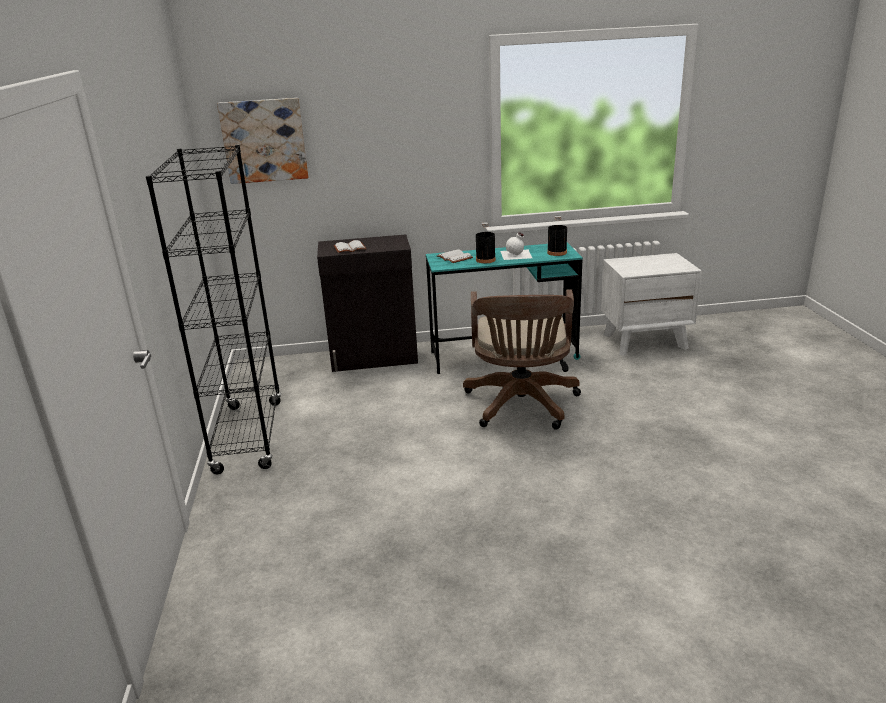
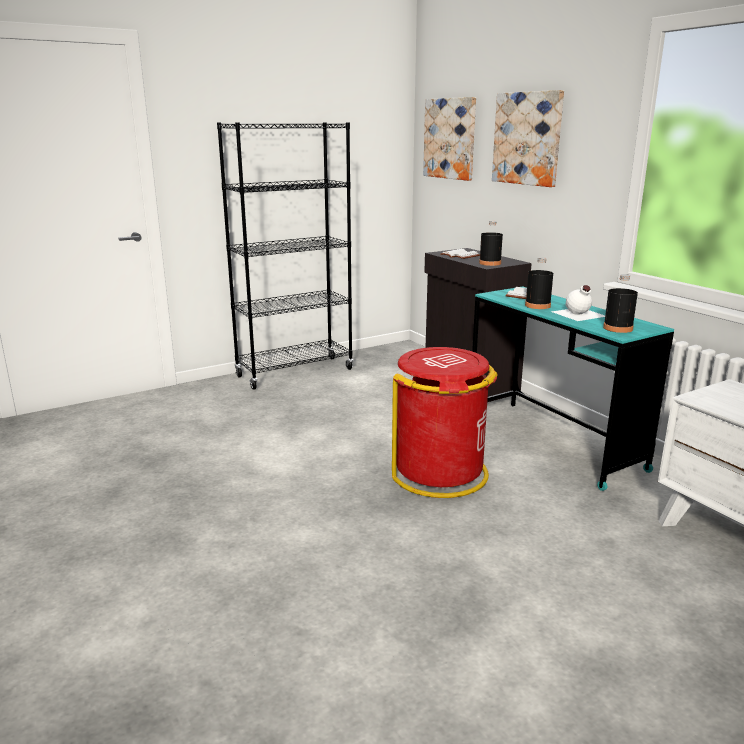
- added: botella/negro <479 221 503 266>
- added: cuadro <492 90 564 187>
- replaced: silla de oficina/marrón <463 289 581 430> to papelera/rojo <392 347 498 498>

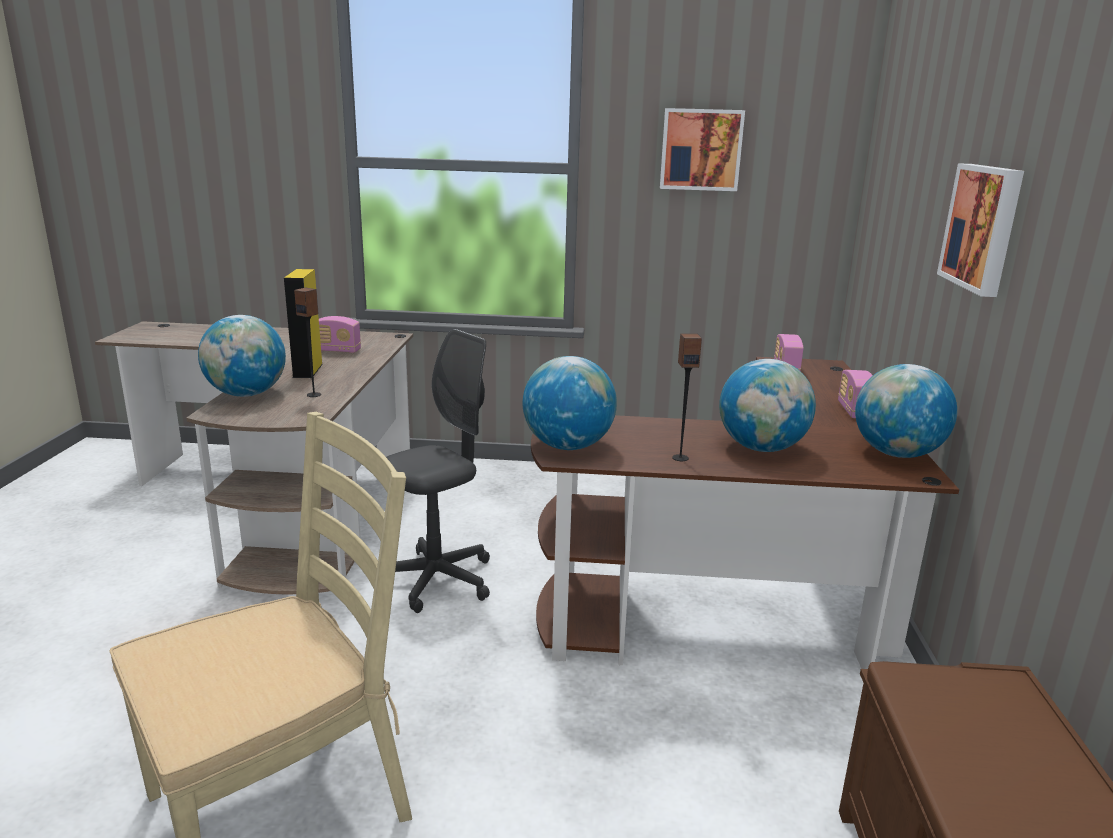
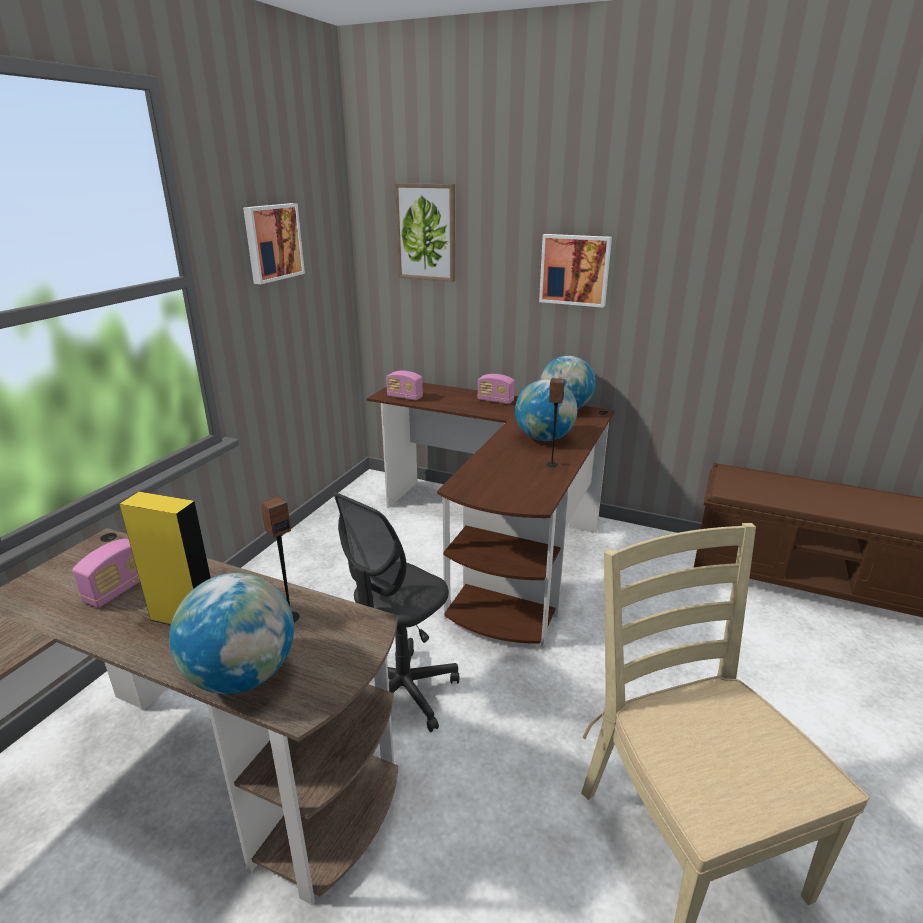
- removed: globo terráqueo <523 356 617 450>
- added: cuadro <394 183 455 282>
- turned: silla de oficina/gris <386 329 490 613> = <333 492 459 732> 120 degrees counterclockwise

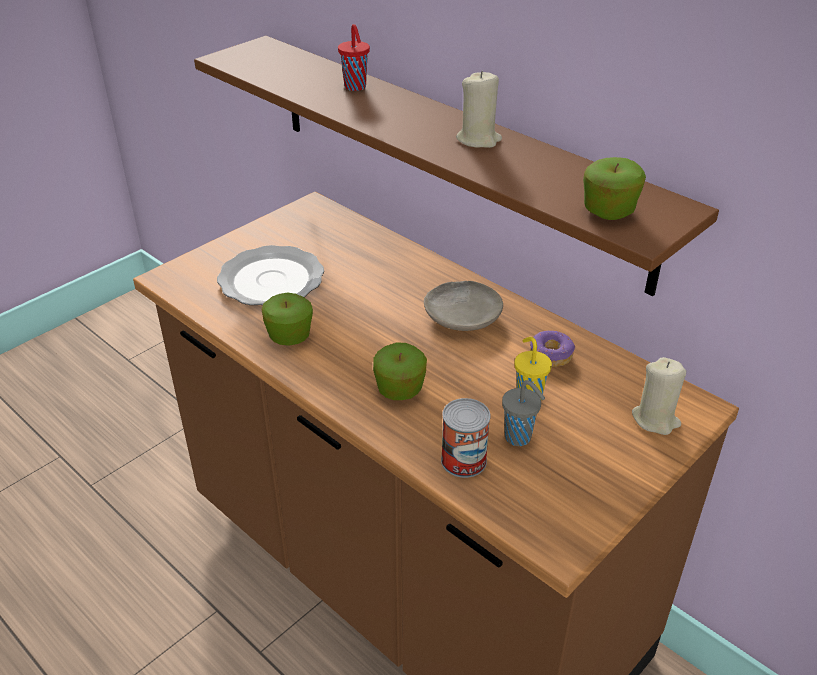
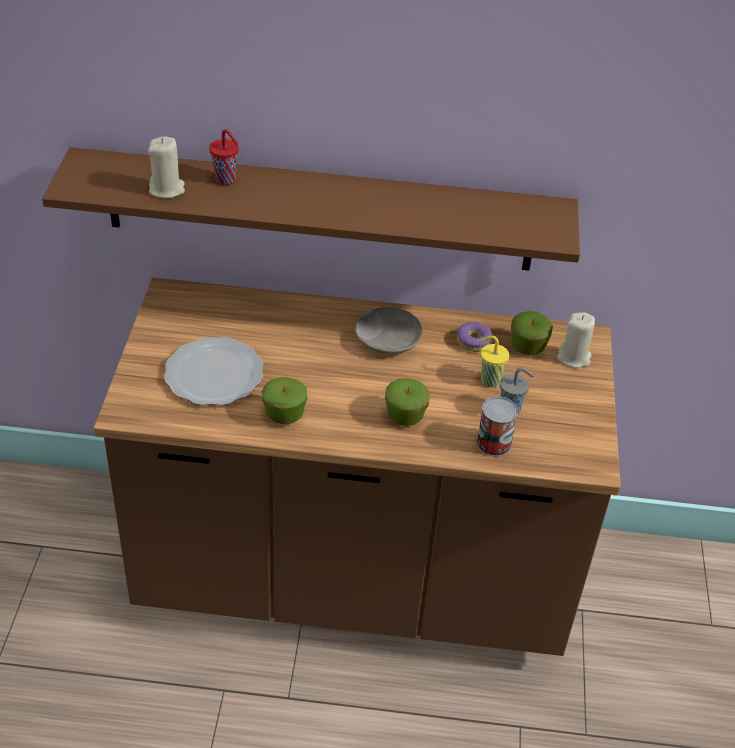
- moved: vela/beis <456 71 502 148> to <148 136 185 199>
- moved: manzana <583 157 646 220> to <511 311 553 355>

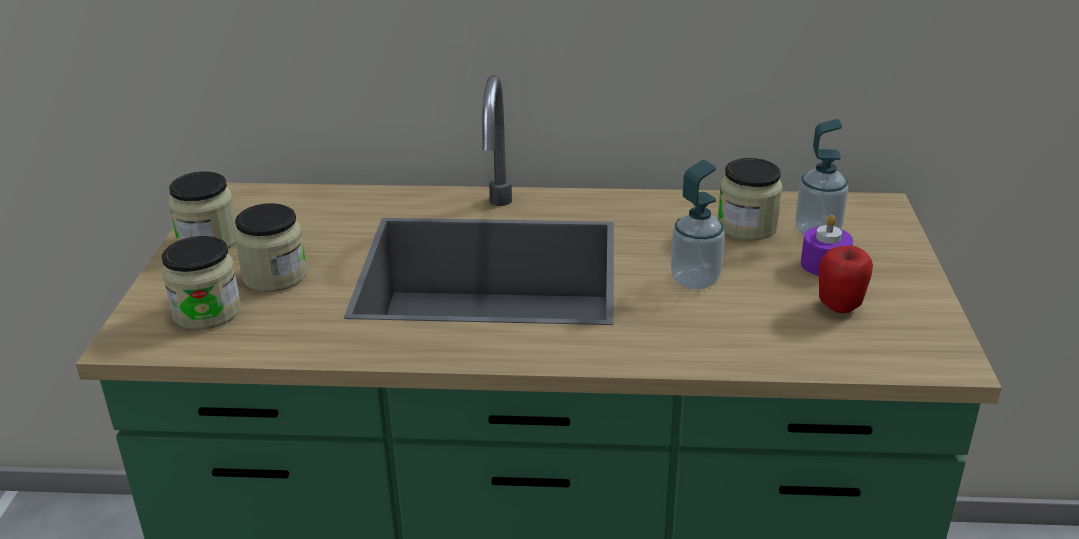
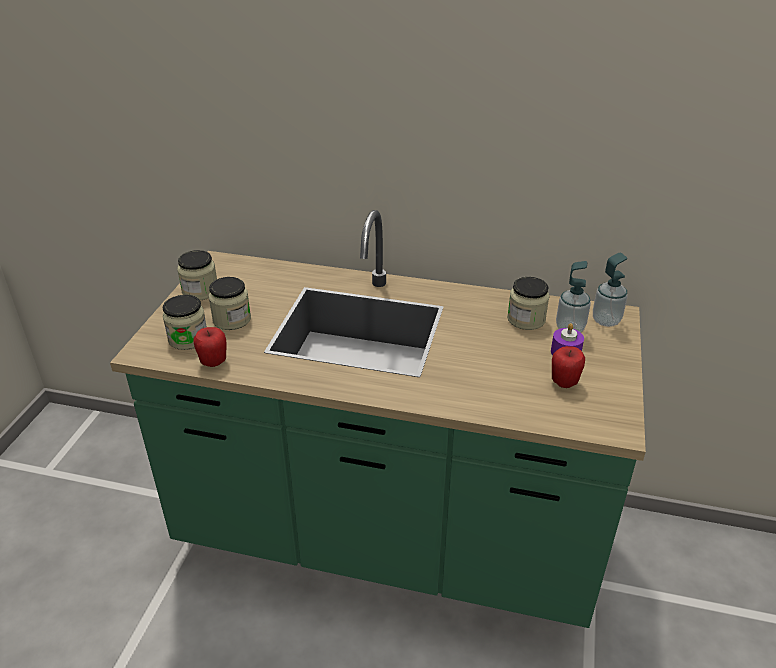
- added: manzana <194 327 226 367>
- moved: dispensador de jabón <671 160 725 290> to <593 253 628 327>

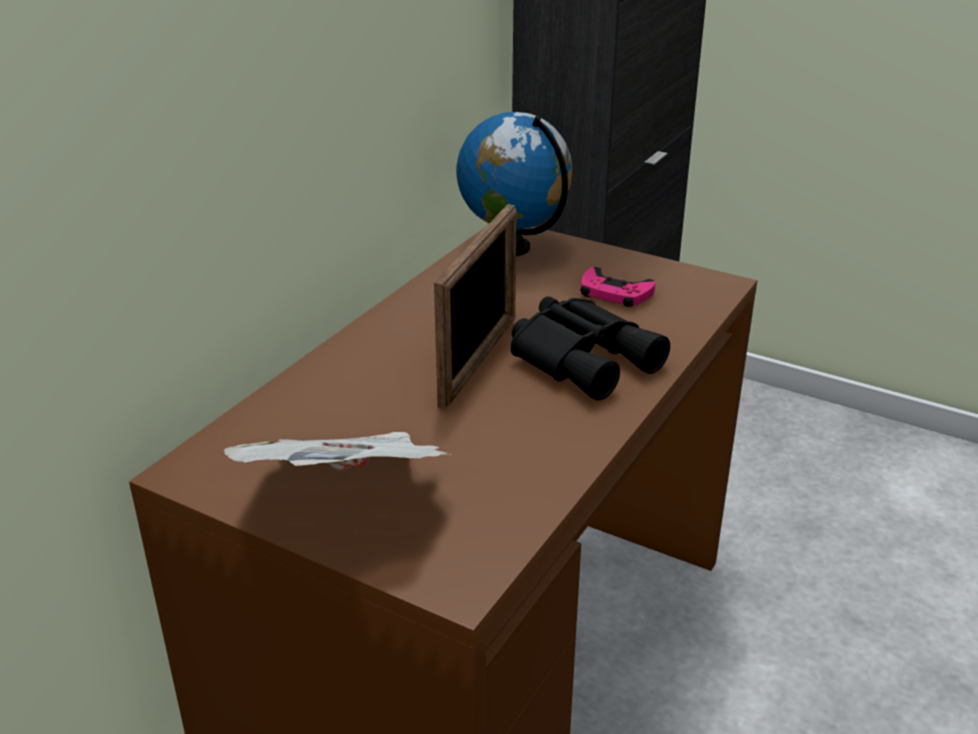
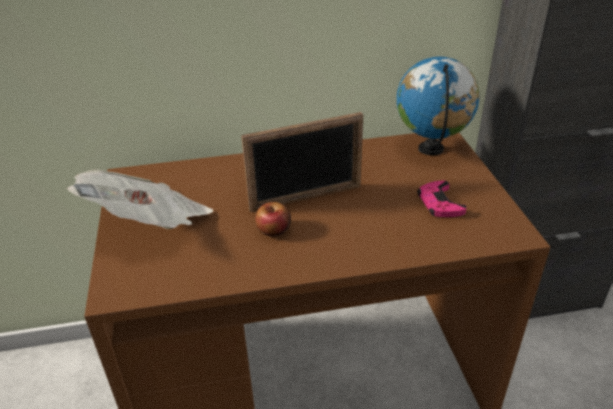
- removed: prismáticos/negro <511 296 670 400>
- added: manzana <255 202 291 236>

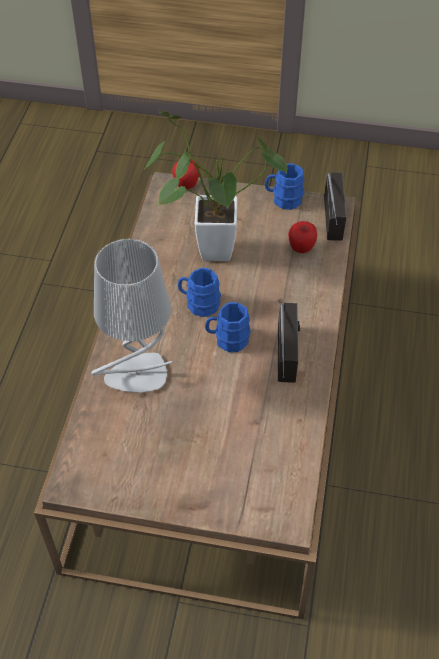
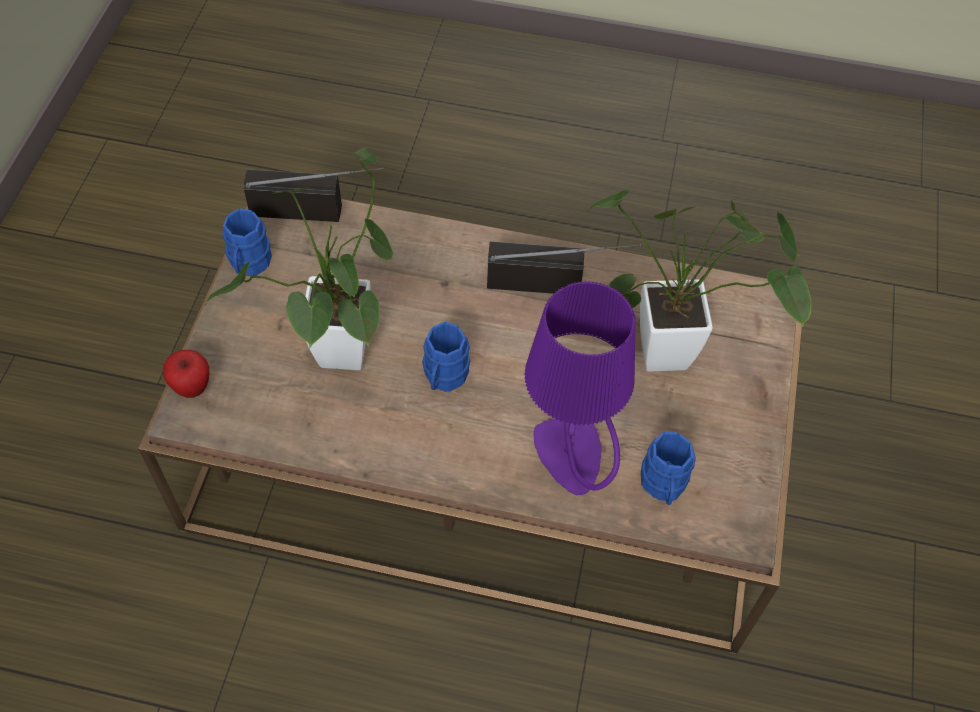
- removed: manzana <288 221 317 253>
- added: planta en maceta <585 190 811 372>
- moved: taza grande/azul <205 302 251 352> to <641 432 696 505>
- recoloured: lámpara de mesa/gris <91 239 173 393> to lámpara de mesa/morado <524 281 636 495>

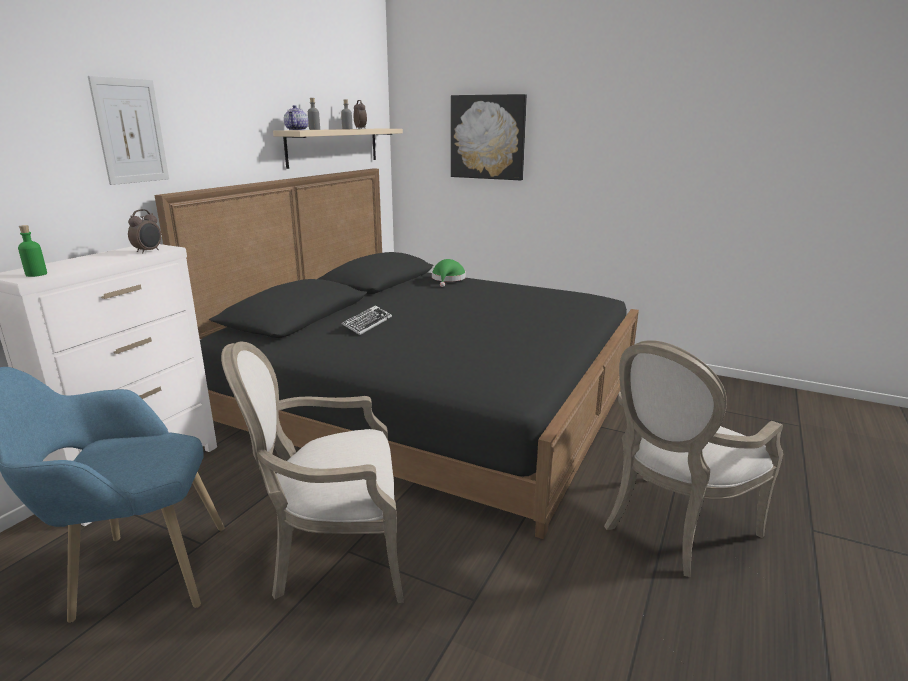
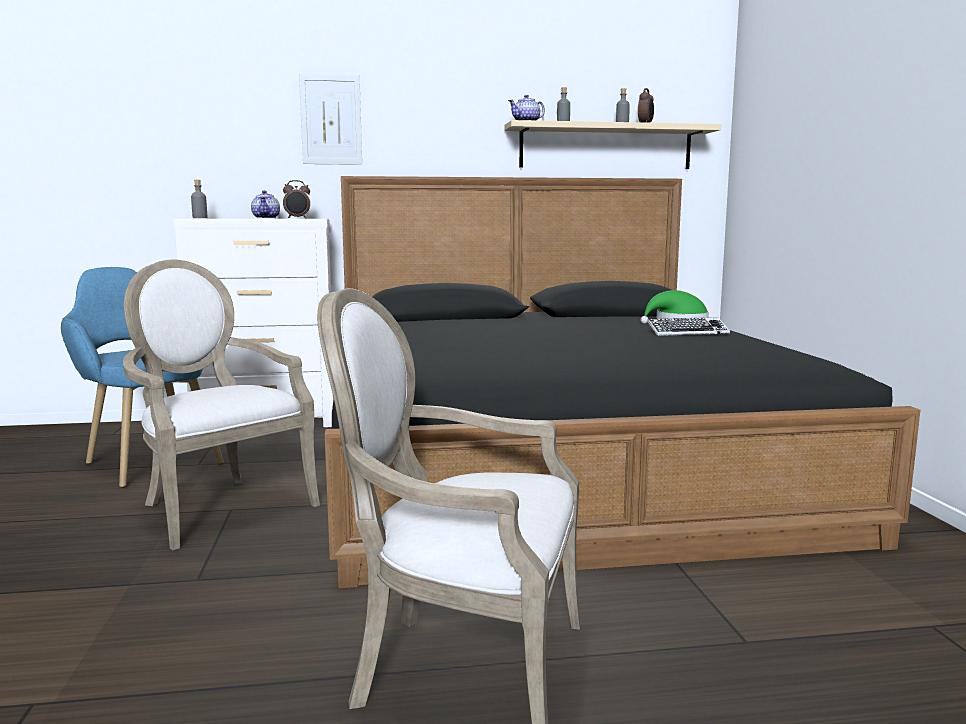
- removed: cuadro <451 94 527 180>
- added: tetera <251 190 280 218>
- moved: teclado <342 305 392 335> to <647 318 730 336>
- recoloured: botella/verde <18 225 47 277> to botella/gris <191 180 207 218>

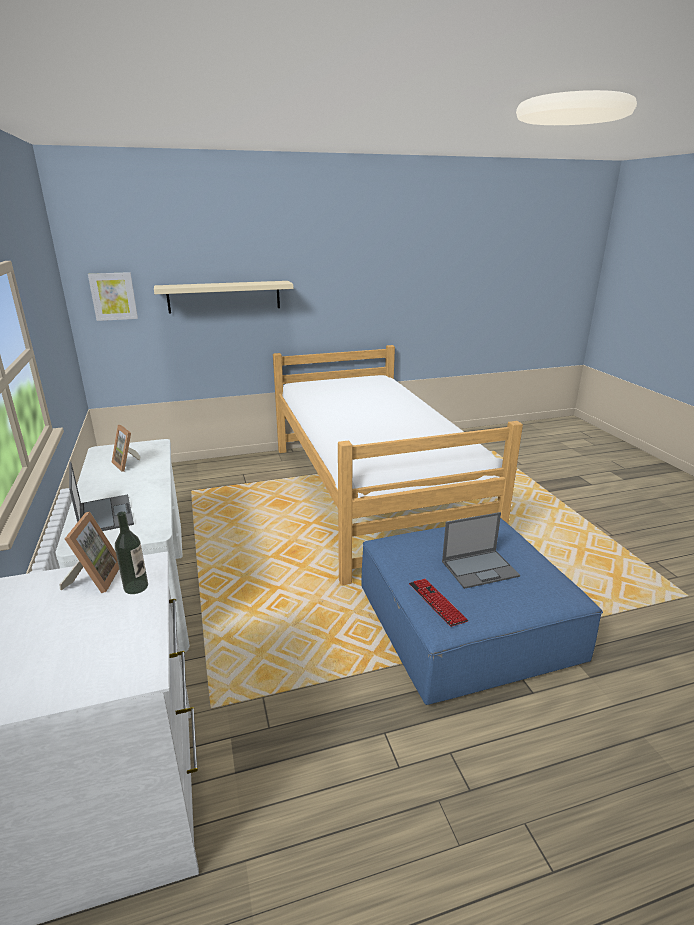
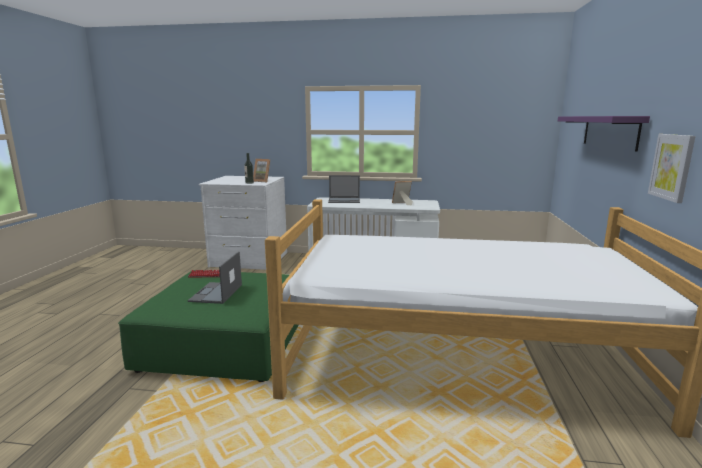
- moved: cuadro <88 272 138 321> to <648 134 695 203>
- recoloured: estante/beis <154 281 293 313> to estante/morado <558 116 650 152>
- recoloured: puf/azul <361 518 603 705> to puf/verde <118 270 298 382>

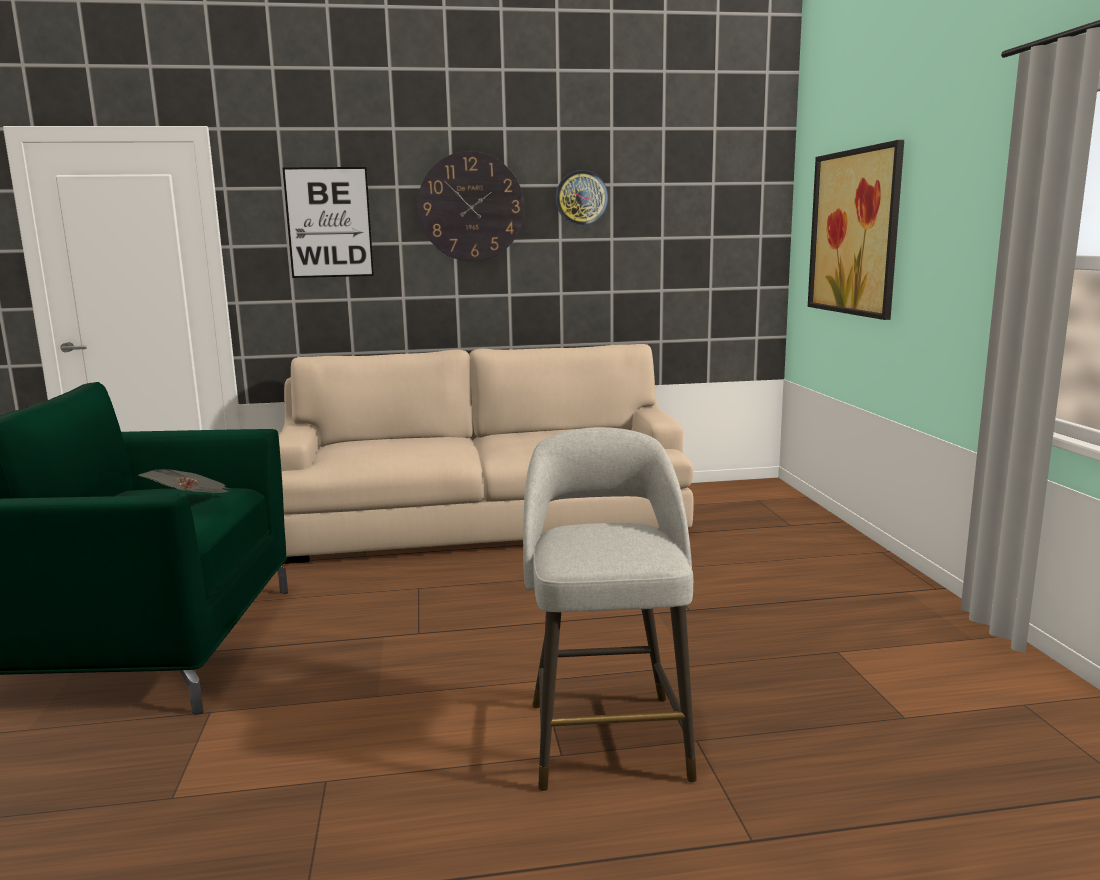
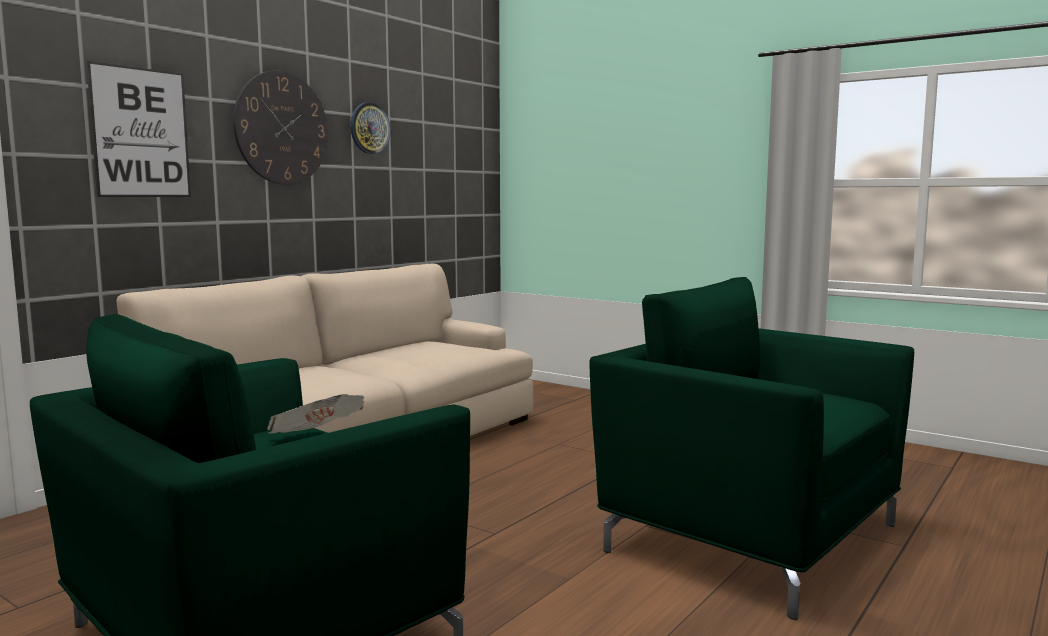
- removed: cuadro <808 140 904 320>
- replaced: taburete/gris <523 427 697 791> to sillón/verde <589 277 914 620>

